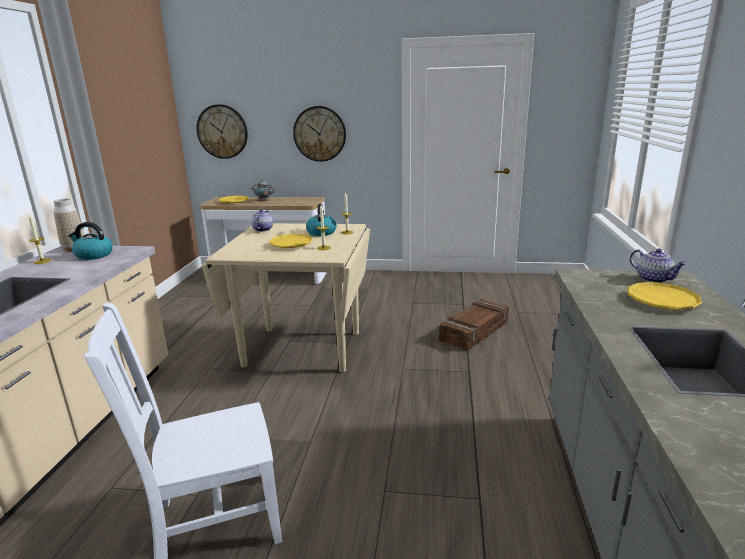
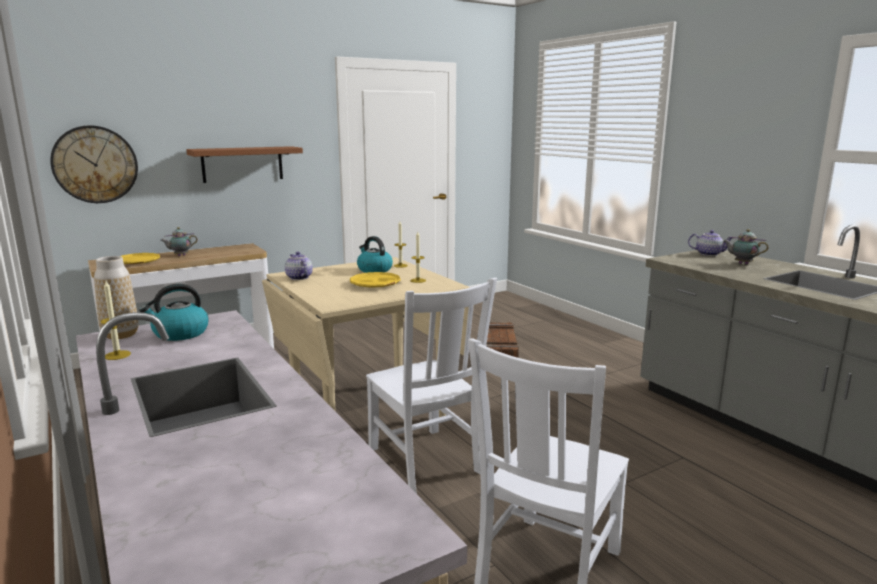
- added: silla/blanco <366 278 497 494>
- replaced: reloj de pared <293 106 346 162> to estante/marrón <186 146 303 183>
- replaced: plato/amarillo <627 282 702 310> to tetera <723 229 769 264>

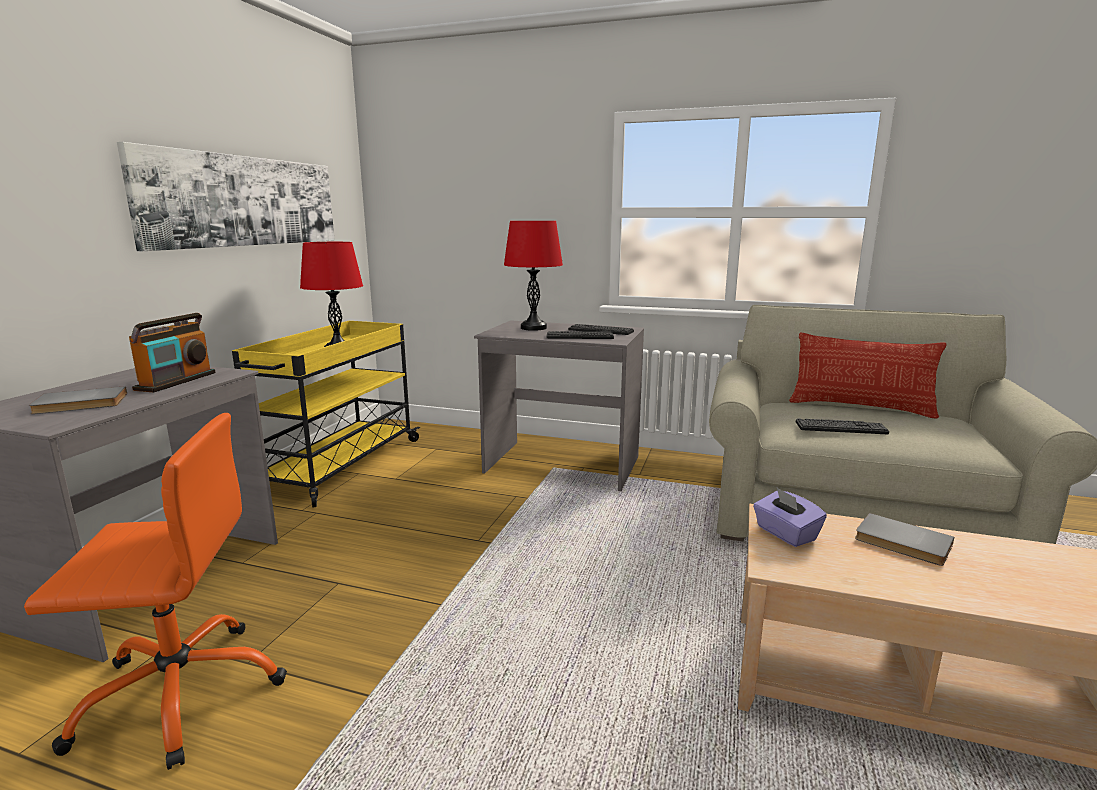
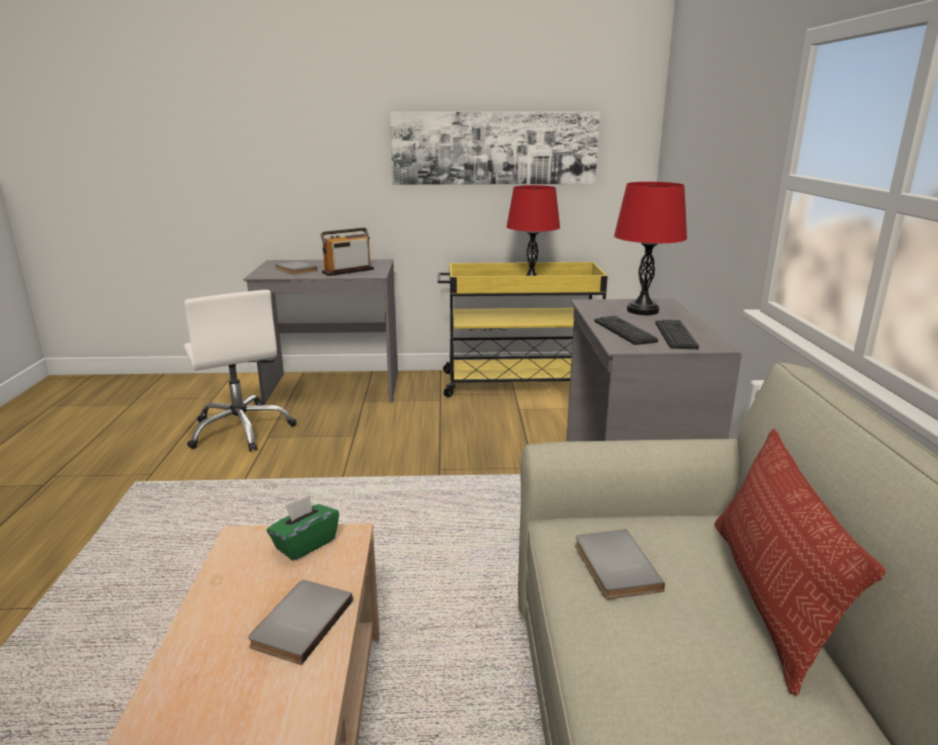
- replaced: teclado <796 418 889 434> to libro/gris <575 529 665 599>
- recoloured: silla de oficina/naranja <24 413 287 770> to silla de oficina/blanco <184 290 296 452>
- recoloured: caja de pañuelos/morado <753 488 827 547> to caja de pañuelos/verde <267 495 339 561>
- turned: radio <129 313 215 392> = <321 228 374 276> 150 degrees clockwise

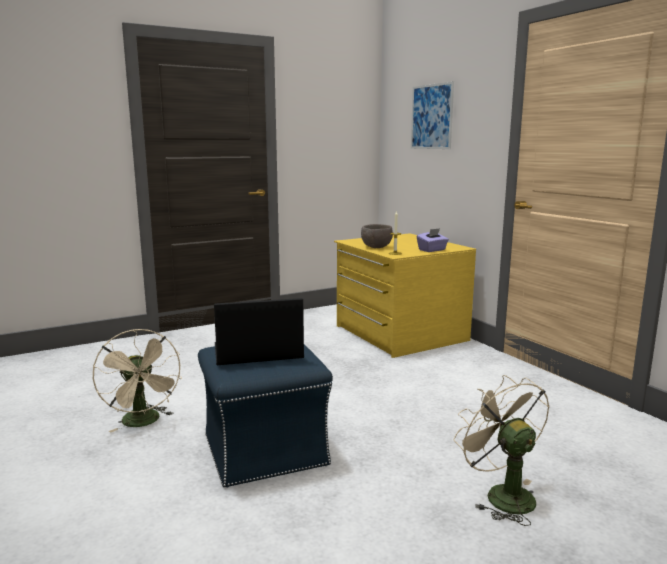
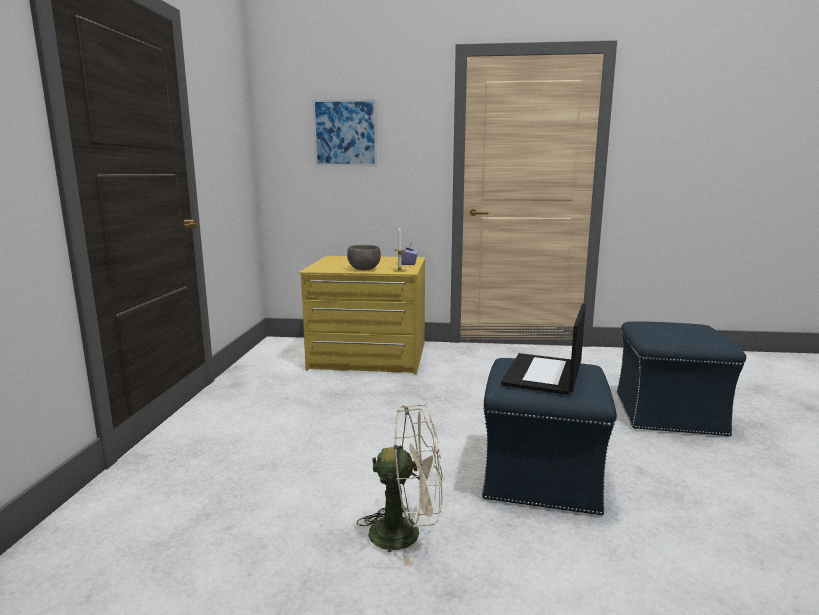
- replaced: ventilador/beis <453 375 550 526> to puf/azul <616 321 746 437>

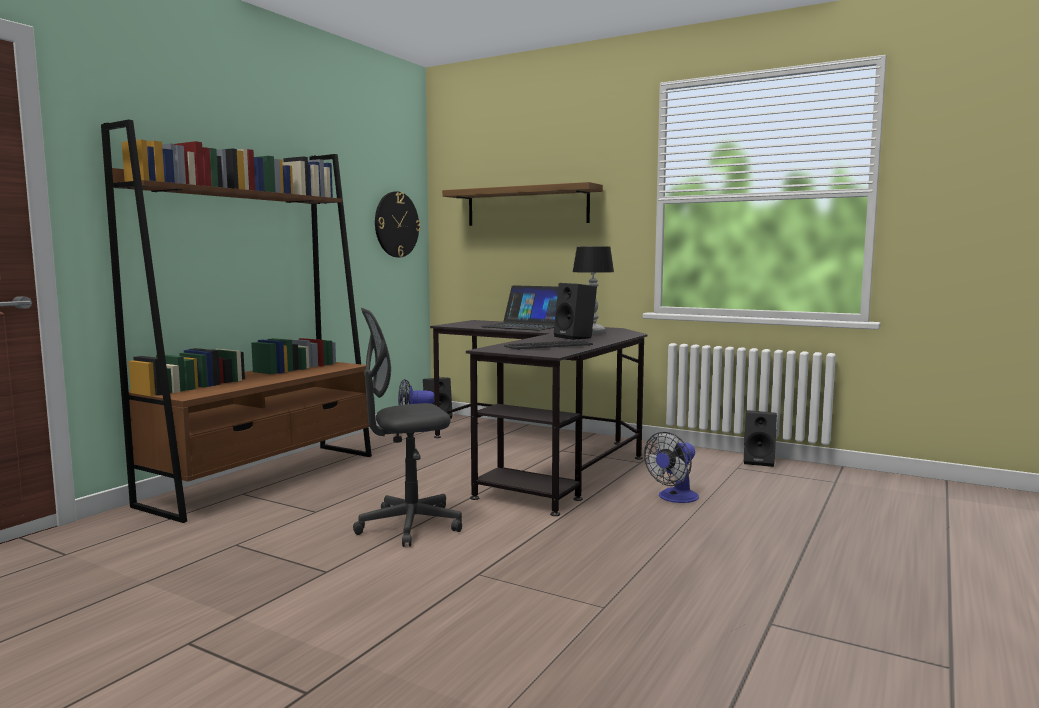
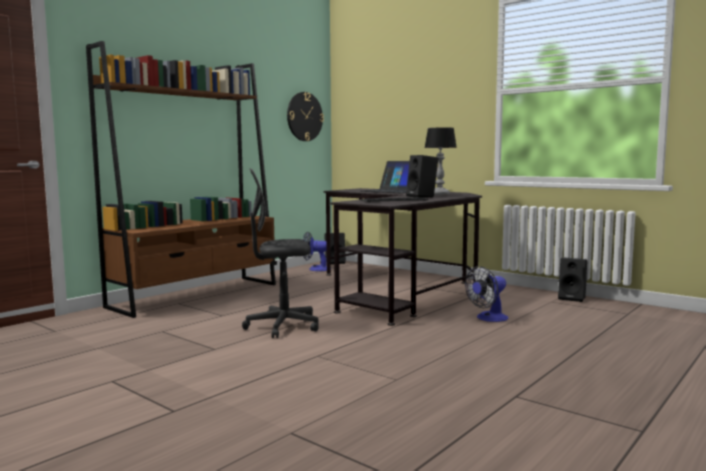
- removed: estante <442 182 603 226>

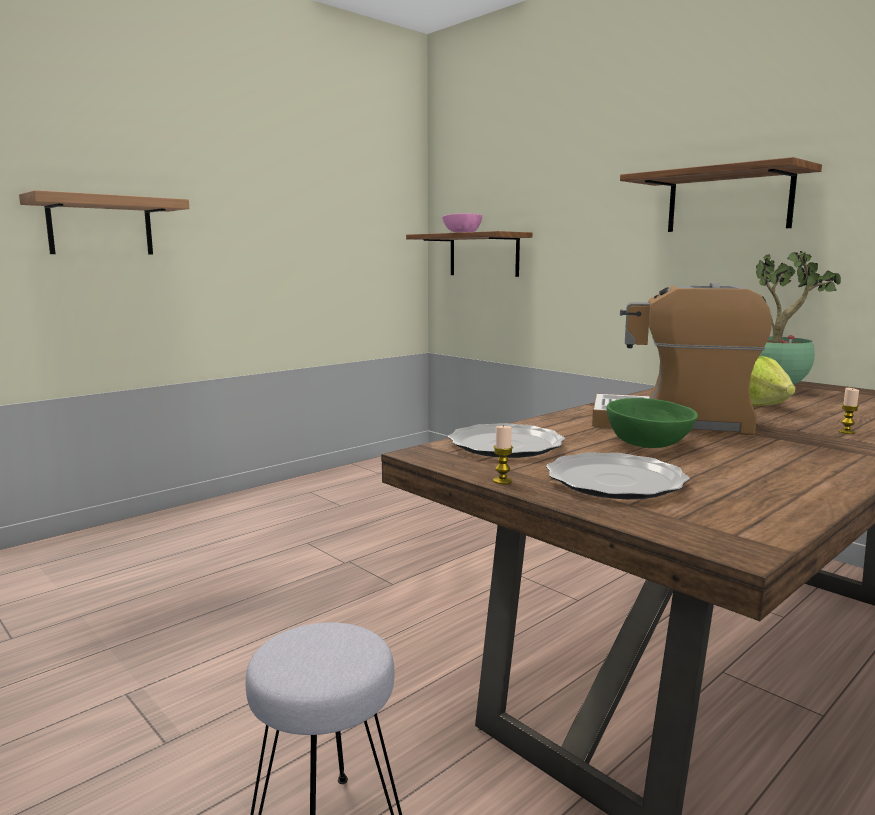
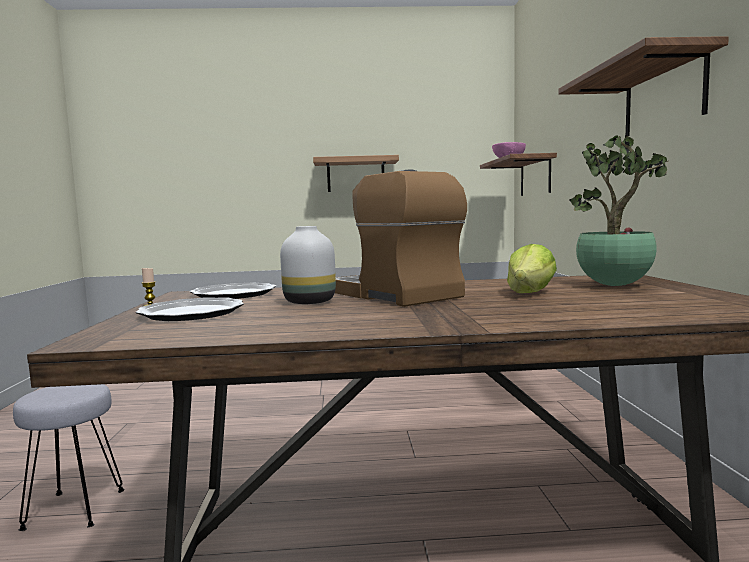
- removed: vela <838 388 859 434>
- moved: estante <19 190 189 255> to <313 155 399 192>
- replaced: cuenco/verde <607 398 698 448> to florero/blanco <280 226 336 304>

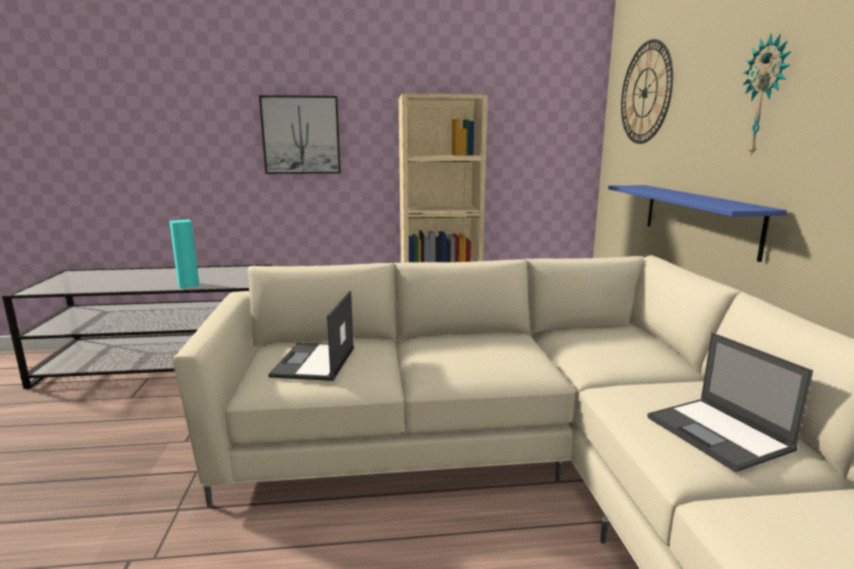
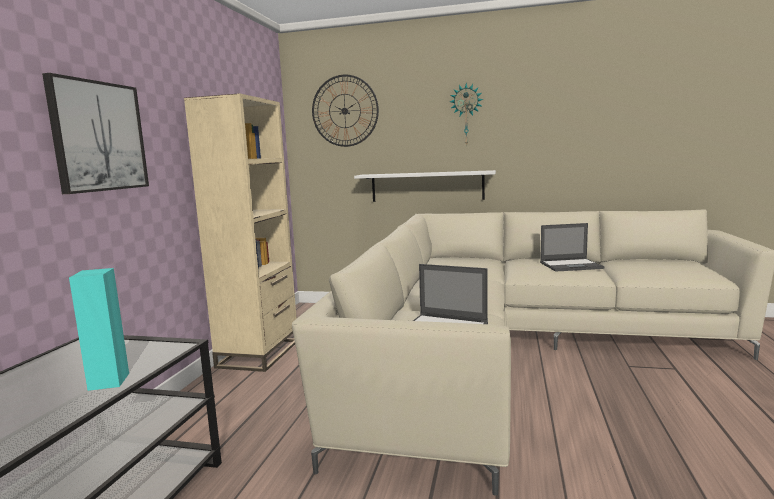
- recoloured: estante/azul <608 185 787 262> to estante/blanco <354 170 496 202>

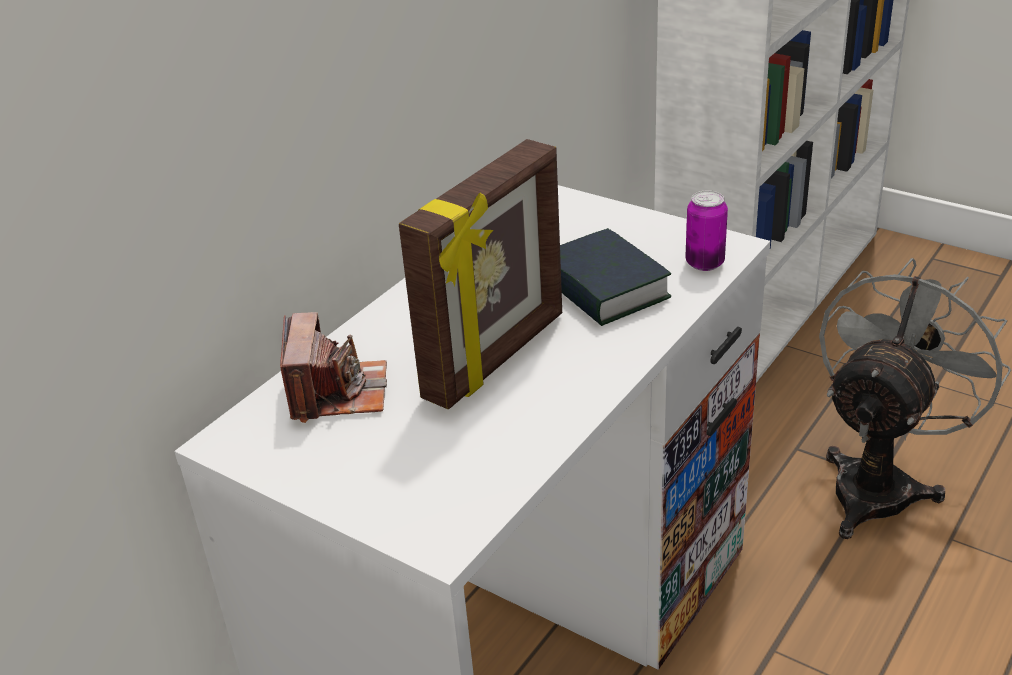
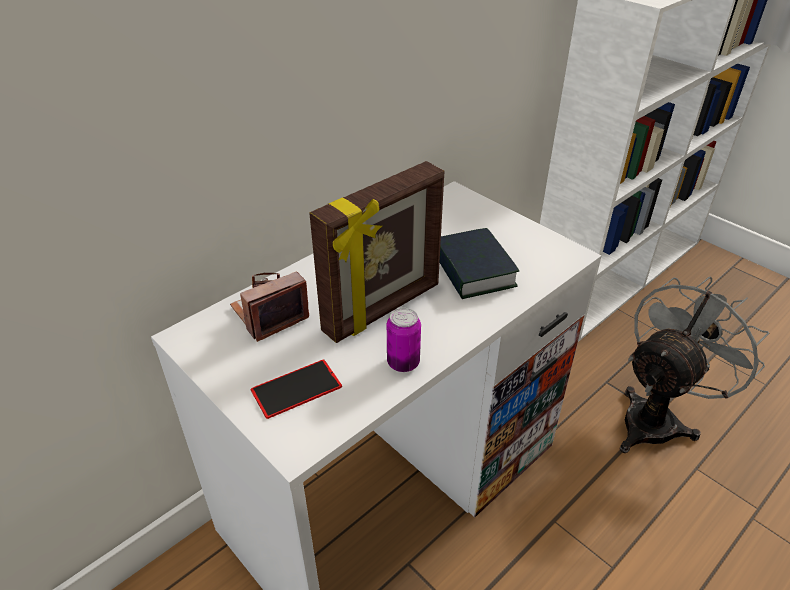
- added: móvil <251 360 342 419>
- moved: lata <685 190 728 271> to <387 308 421 372>
- turned: cámara <280 312 387 423> = <230 271 309 342> 135 degrees counterclockwise

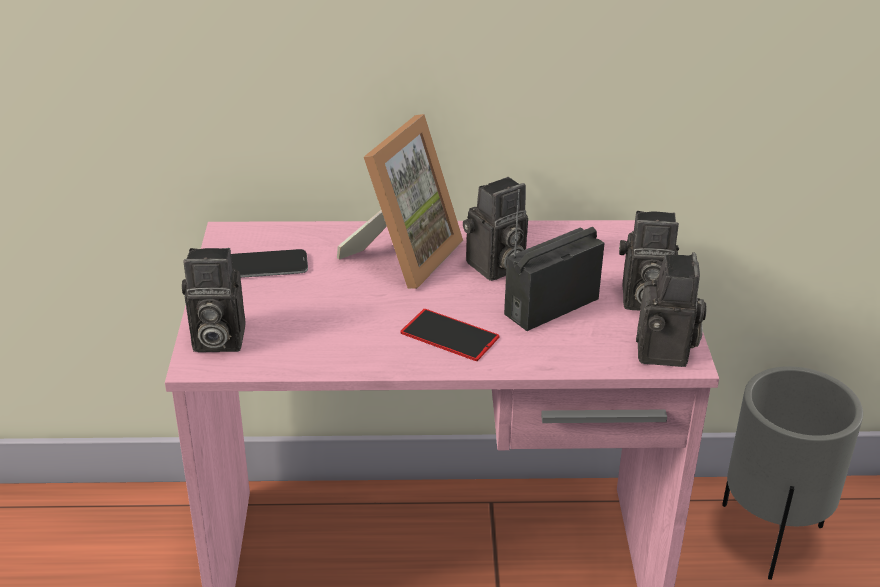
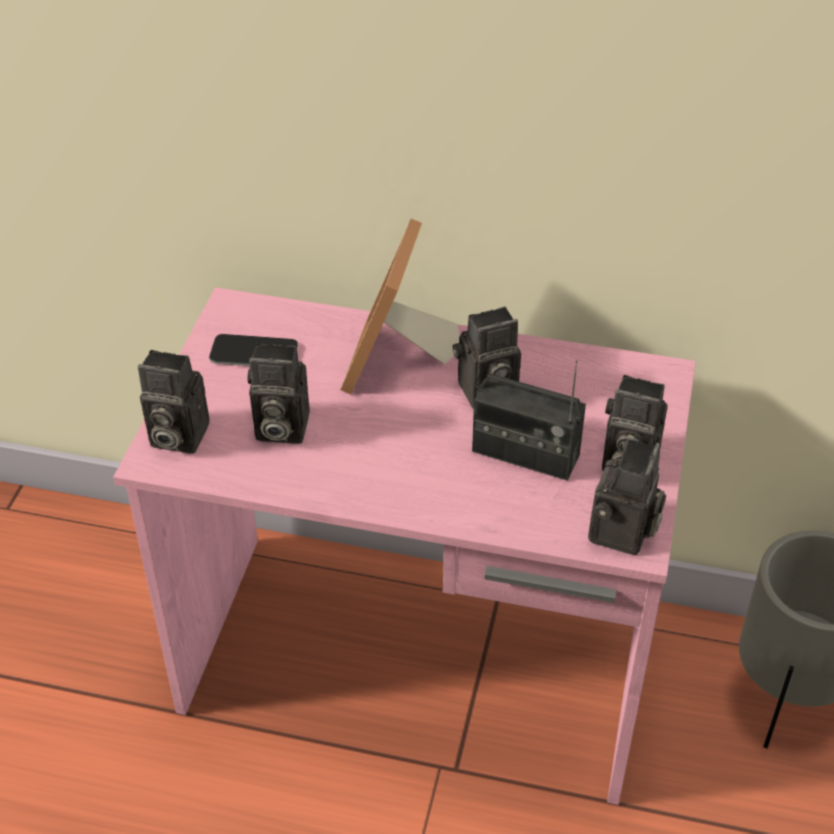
- removed: móvil <400 309 500 361>
- added: cámara <247 343 310 444>
- turned: portarretratos <337 114 463 289> = <341 219 460 394> 150 degrees clockwise
- turned: radio <504 189 605 331> = <472 360 586 481> 135 degrees counterclockwise

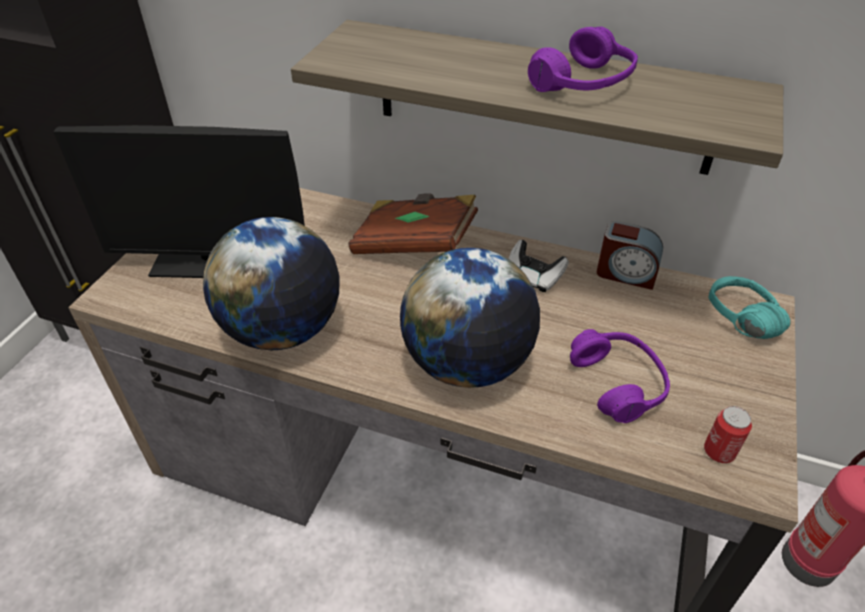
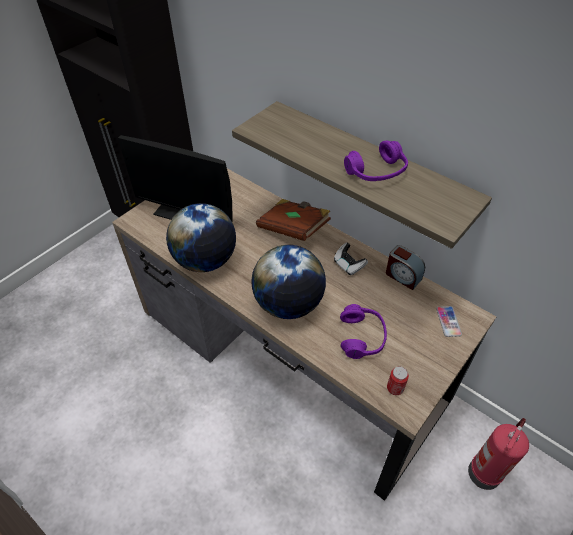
- replaced: auriculares/turquesa <708 276 791 339> to móvil <436 306 462 337>

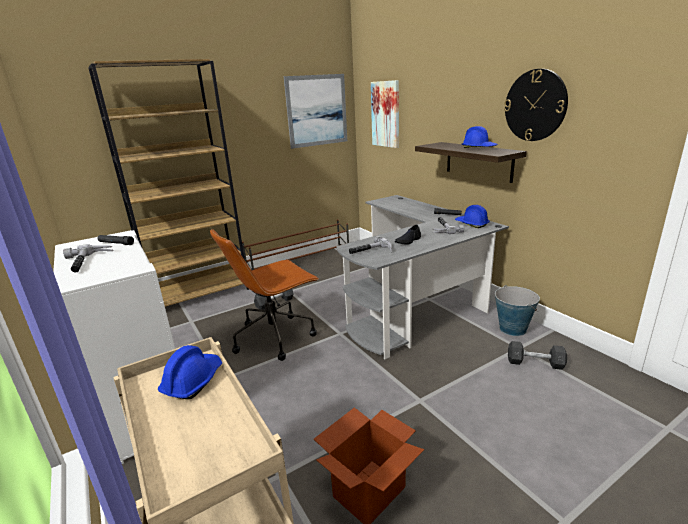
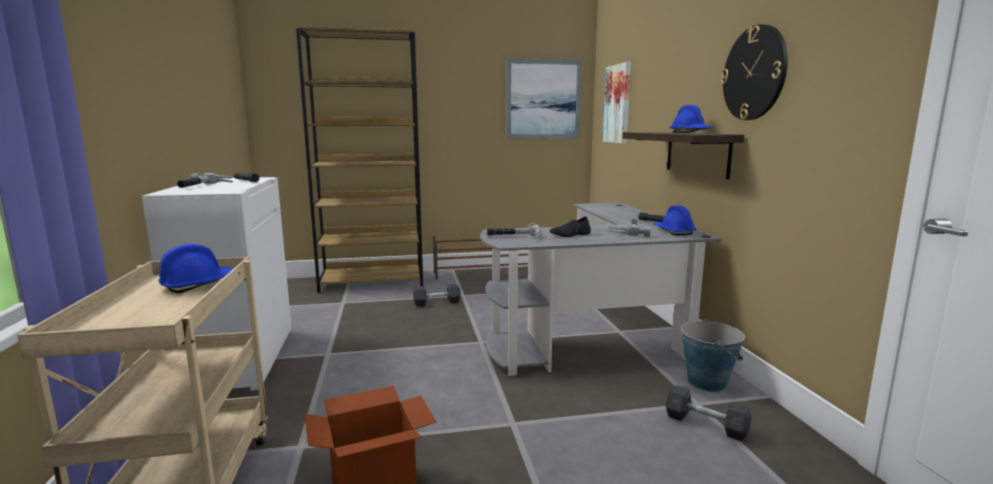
- removed: silla de oficina/marrón <210 229 319 361>

